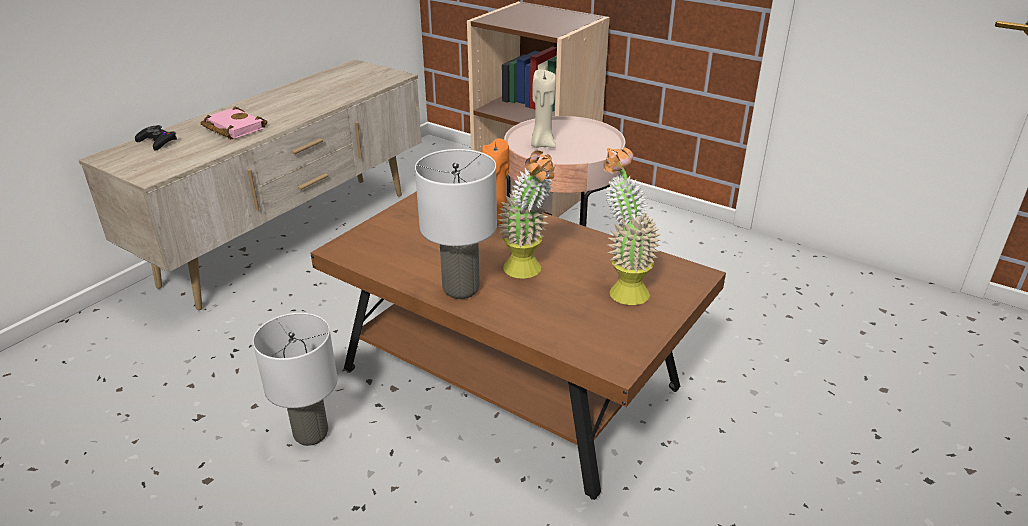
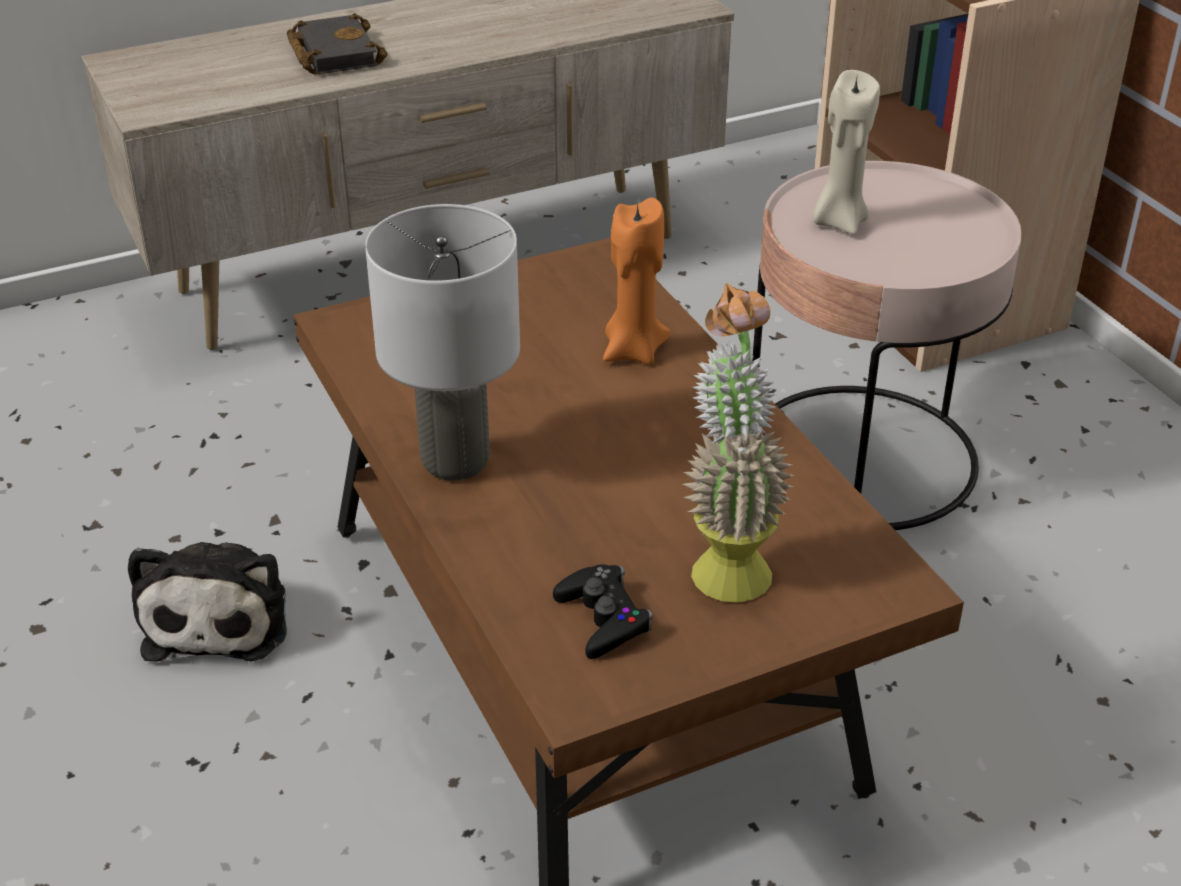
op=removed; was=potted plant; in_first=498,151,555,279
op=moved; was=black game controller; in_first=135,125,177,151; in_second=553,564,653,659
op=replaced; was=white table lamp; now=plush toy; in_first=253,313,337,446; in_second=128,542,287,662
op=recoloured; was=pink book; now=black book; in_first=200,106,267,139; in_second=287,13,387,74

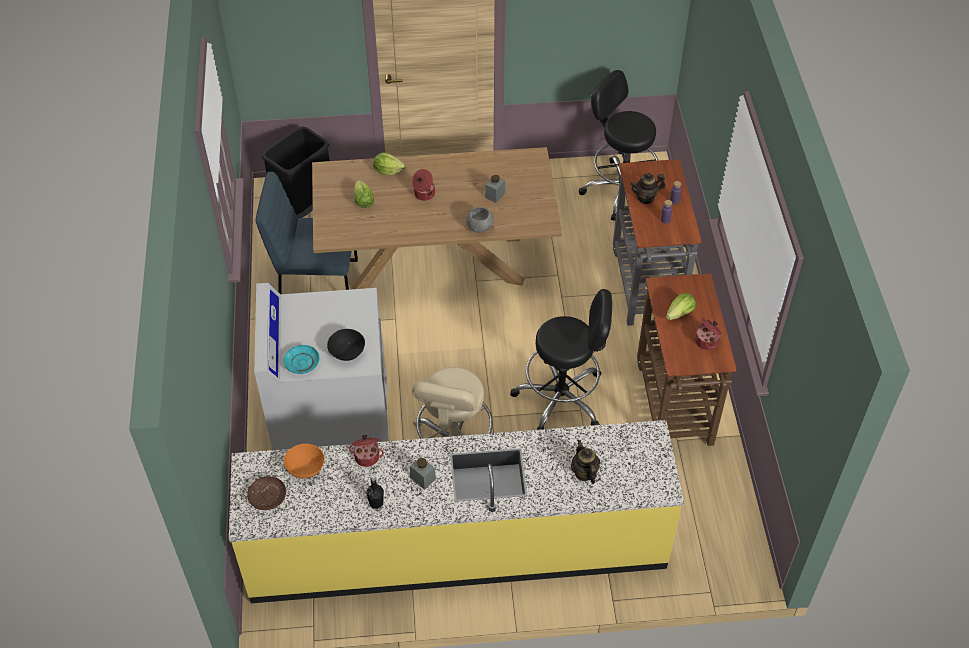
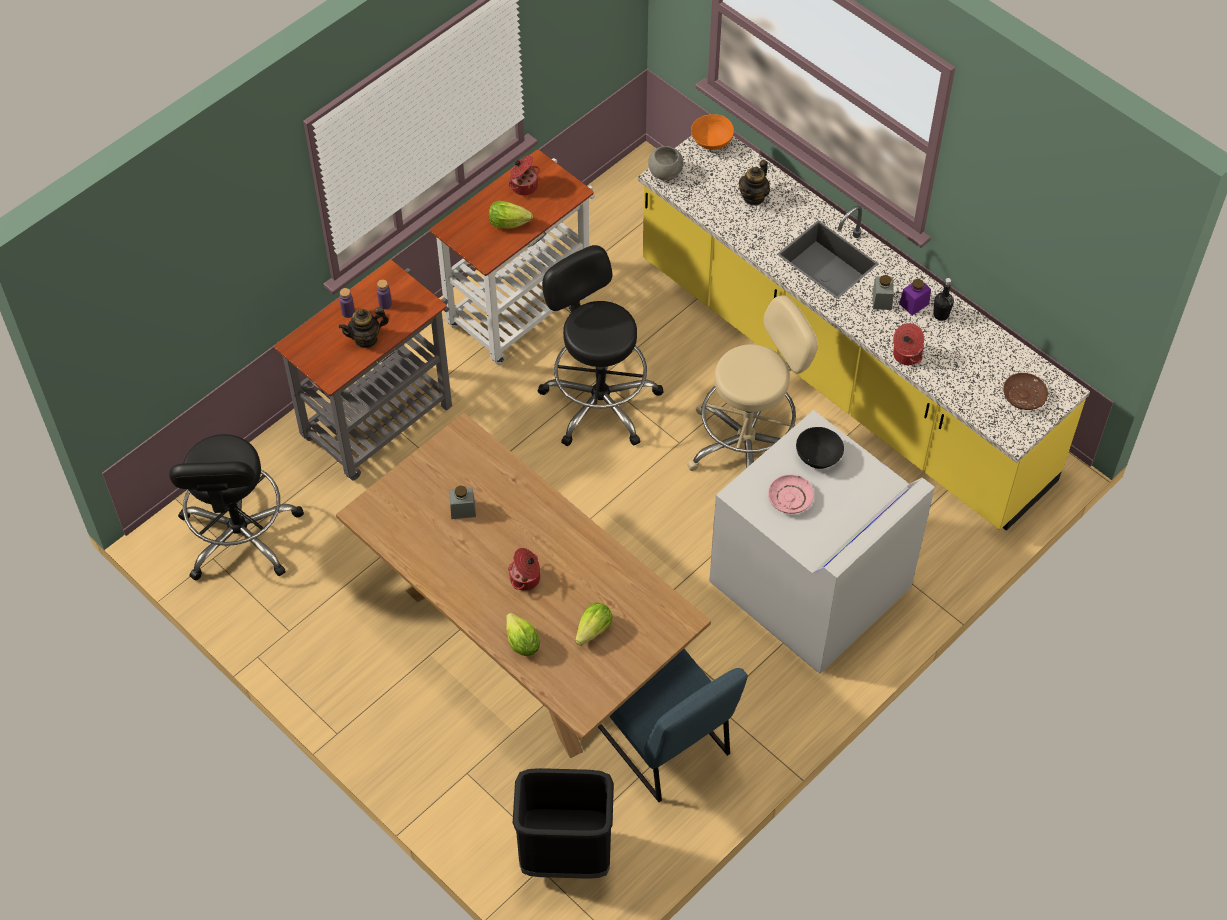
op=removed; was=turquoise plate; in_first=284,345,319,374
op=added; now=pink plate; in_second=768,475,814,514
op=added; now=purple jar; in_second=899,278,931,315
op=moved; was=orange bowl; in_first=284,444,325,478; in_second=691,114,734,150
op=moved; was=grey bowl; in_first=466,207,494,233; in_second=648,146,683,181
op=recoloured; was=brown cart; now=white cart; in_first=637,273,737,446; in_second=430,150,595,365
op=turned; was=teapot; in_first=630,173,665,204; in_second=339,307,389,348; clockwise=120

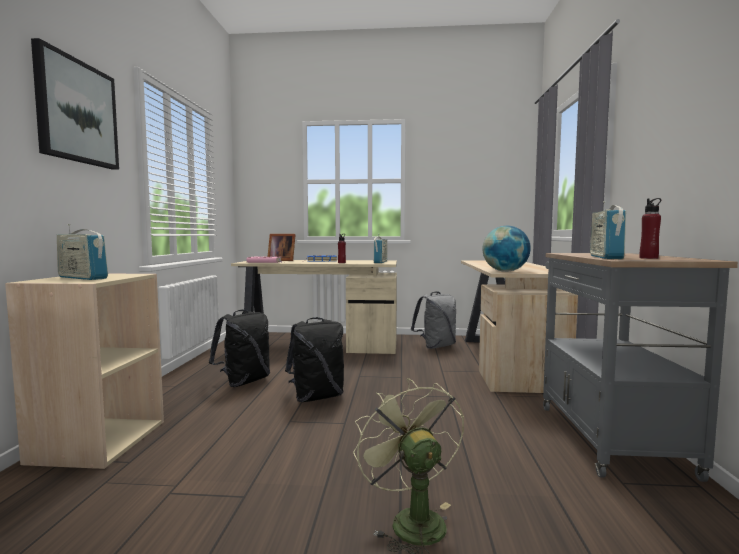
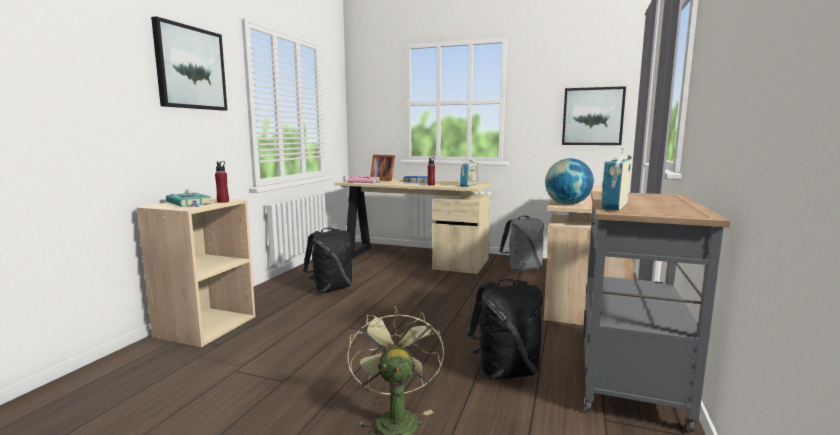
op=added; now=picture; in_second=562,86,626,145
op=moved; was=black backpack; in_first=285,317,344,402; in_second=468,279,543,379
op=moved; was=red bottle; in_first=639,198,661,259; in_second=215,161,229,203
op=replaced; was=radio; now=turquoise book; in_first=57,224,108,280; in_second=166,193,212,207

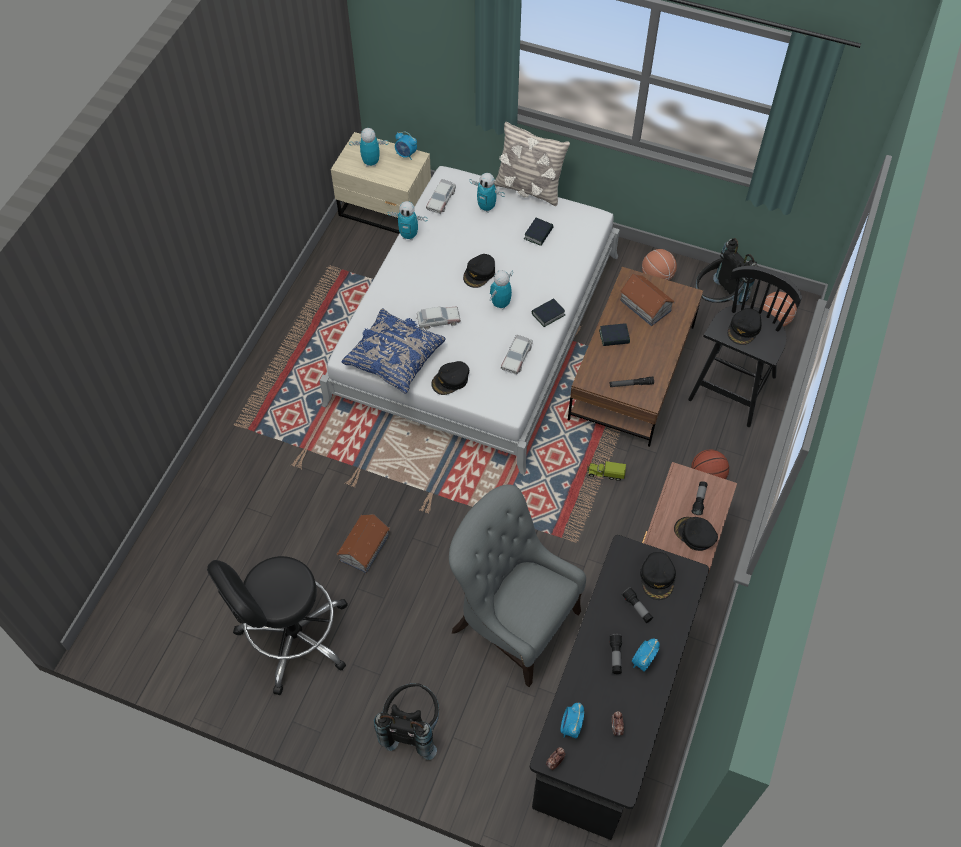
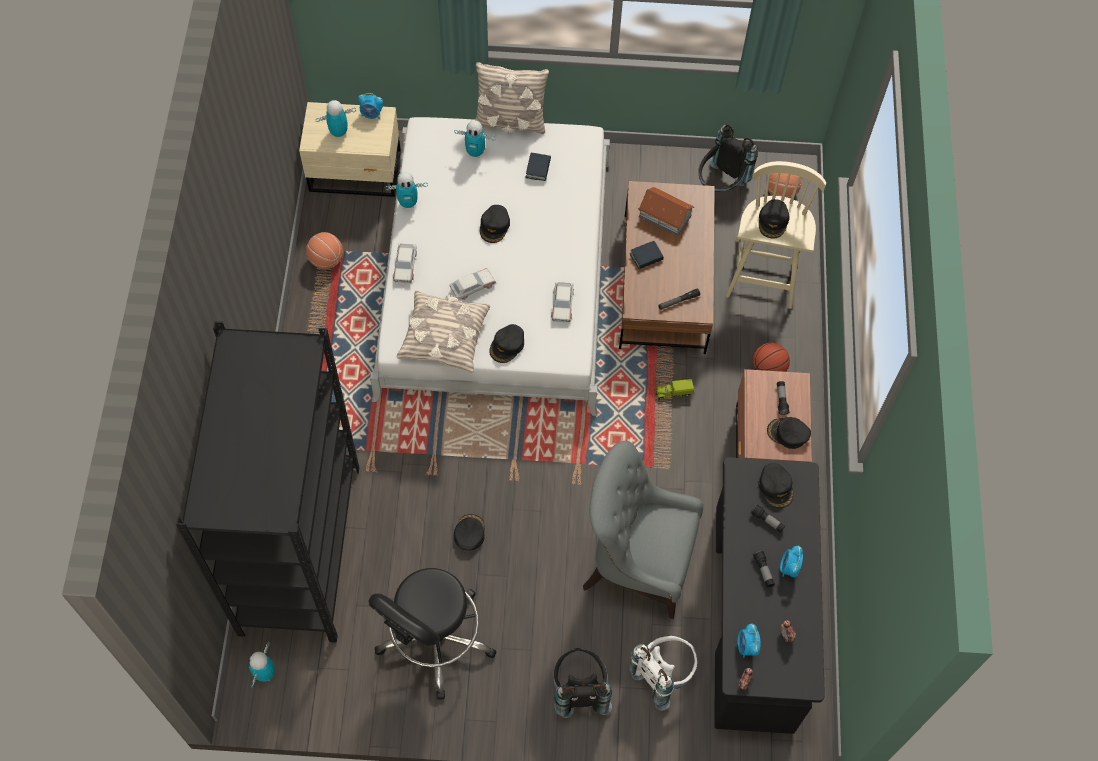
op=removed; was=book; in_first=532,298,565,327
op=added; now=black bookcase; in_second=176,321,359,643
op=added; now=white backpack; in_second=629,636,698,711
op=moved; was=toy car; in_first=426,179,456,214; in_second=393,243,417,283
op=moved; was=toy robot; in_first=489,270,513,310; in_second=249,642,275,687
op=moved; was=basketball; in_first=642,249,677,280; in_second=306,232,343,270
op=replaced; was=toy house; now=black cap; in_first=337,514,390,573; in_second=454,514,485,551
op=recoloured; was=blue pillow; now=beige pillow; in_first=342,308,446,394; in_second=397,290,490,373
op=recoloured; was=black stool; now=beige stool; in_first=688,266,802,427; in_second=726,161,826,309

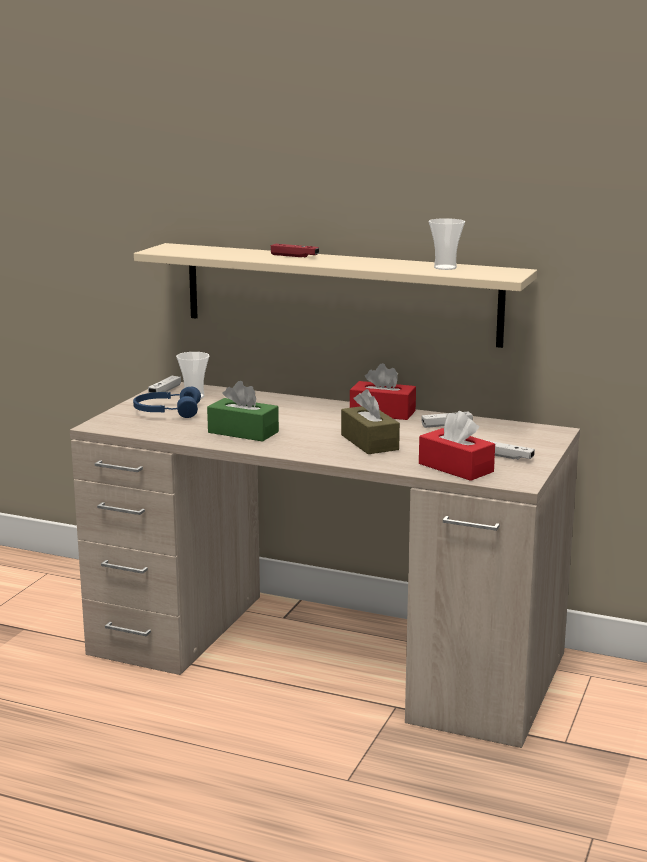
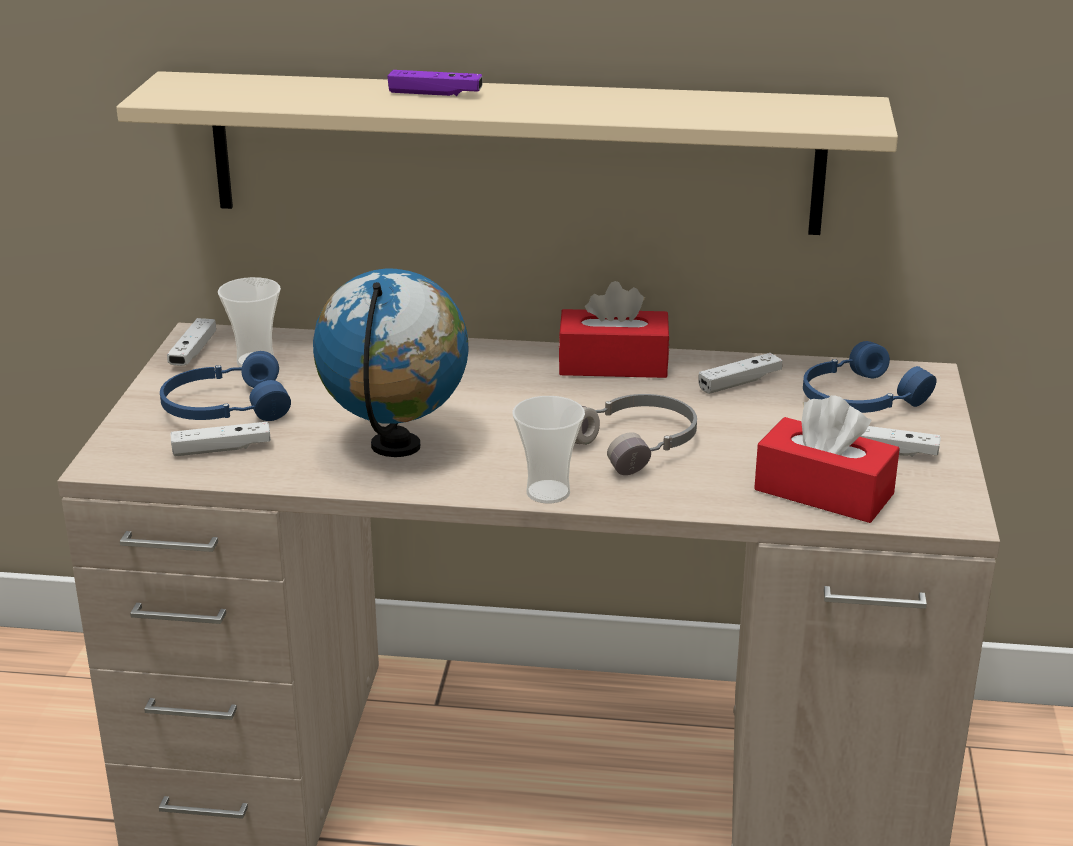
op=added; now=white game controller; in_second=170,422,271,456
op=added; now=blue headphones; in_second=803,341,937,413
op=moved; was=cup; in_first=429,218,465,270; in_second=512,396,585,504
op=replaced; was=green tissue box; now=globe; in_first=207,381,279,442; in_second=313,269,469,457
op=replaced; was=brown tissue box; now=grey headphones; in_first=341,389,400,454; in_second=575,394,697,475
op=recoloured; was=red game controller; now=purple game controller; in_first=271,244,319,258; in_second=387,70,483,96

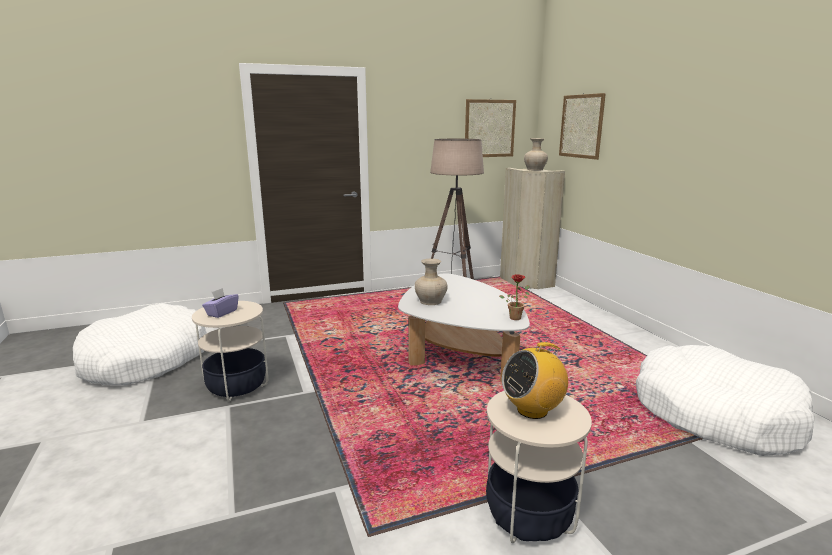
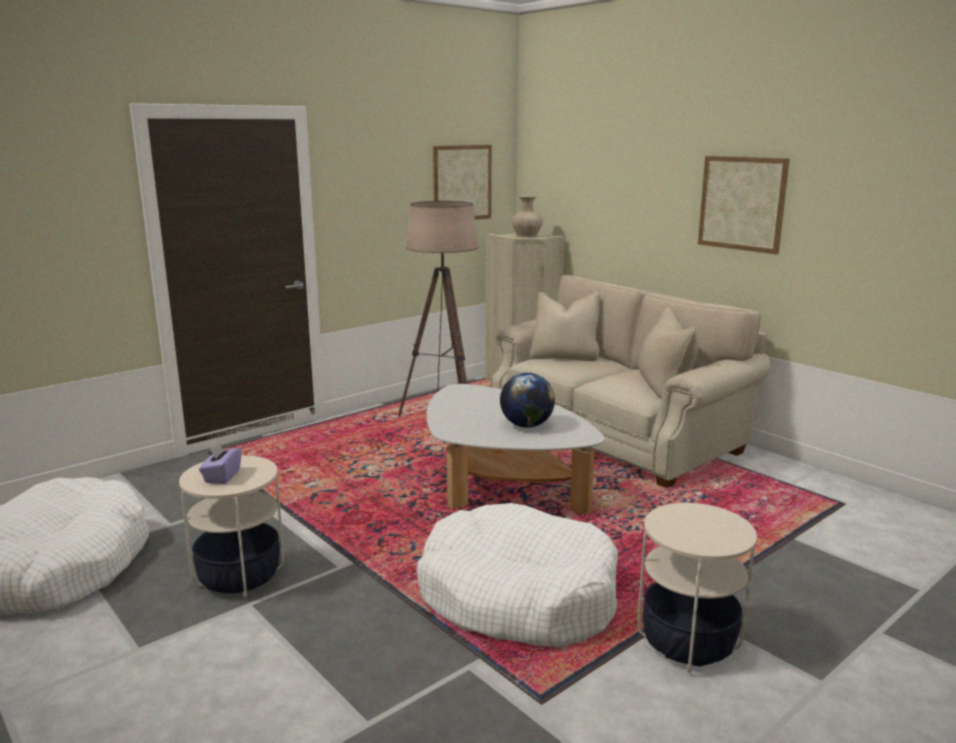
op=removed; was=beige vase; in_first=415,259,447,305
op=removed; was=potted plant; in_first=499,274,530,320
op=removed; was=radio; in_first=502,342,568,419
op=added; now=beige sofa; in_second=491,275,771,488
op=added; now=globe; in_second=500,373,555,428
op=moved; was=picture; in_first=559,93,606,160; in_second=698,156,790,254
op=moved; was=white dog bed; in_first=636,345,815,456; in_second=416,503,618,647

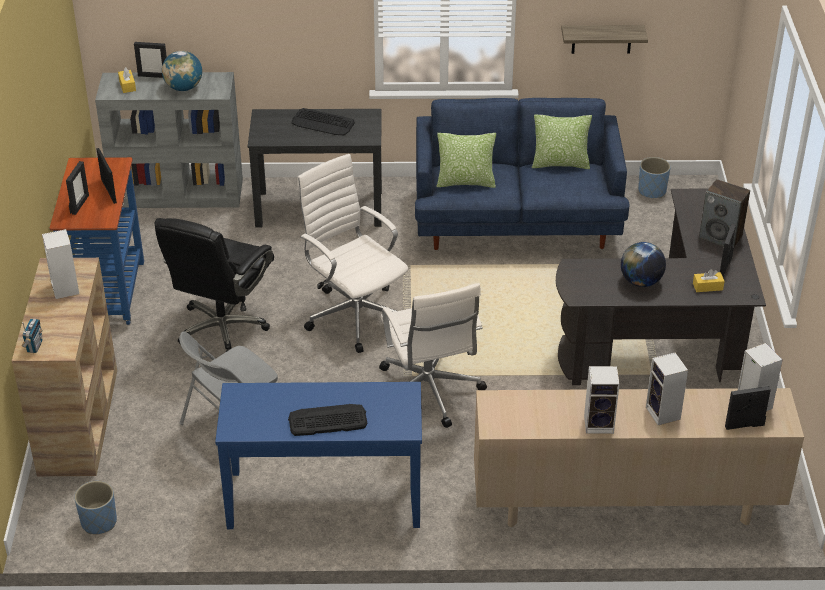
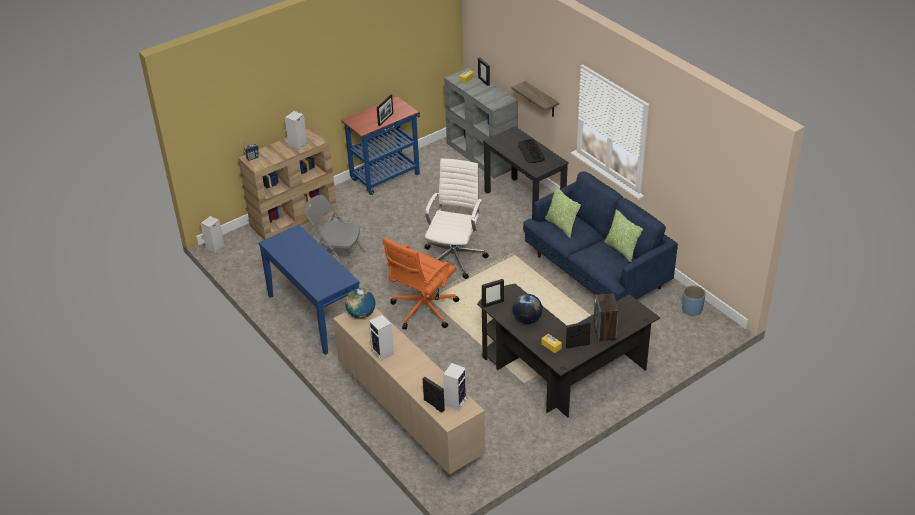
op=removed; was=blue planter; in_first=74,481,117,534
op=removed; was=black office chair; in_first=155,218,274,352
op=removed; was=keyboard; in_first=288,404,367,436
op=moved; was=picture frame; in_first=66,161,89,215; in_second=481,279,504,308
op=moved; was=globe; in_first=162,51,202,91; in_second=345,288,375,318
op=moved; was=shelf; in_first=561,25,648,54; in_second=511,81,559,117
op=moved; was=speaker; in_first=646,352,688,425; in_second=200,216,225,254
op=recoloured; was=white office chair; now=orange office chair; in_first=379,283,487,428; in_second=383,237,460,330

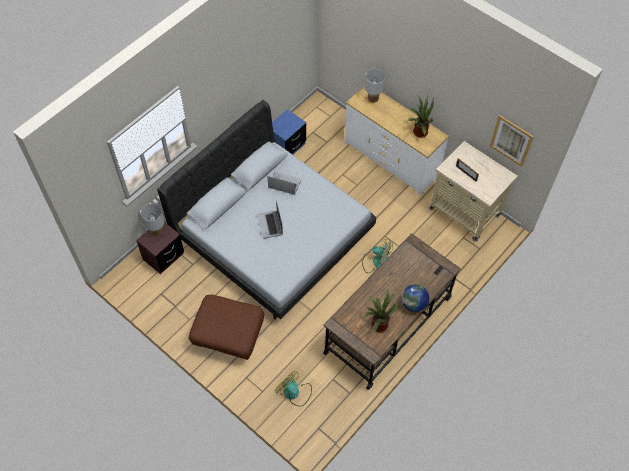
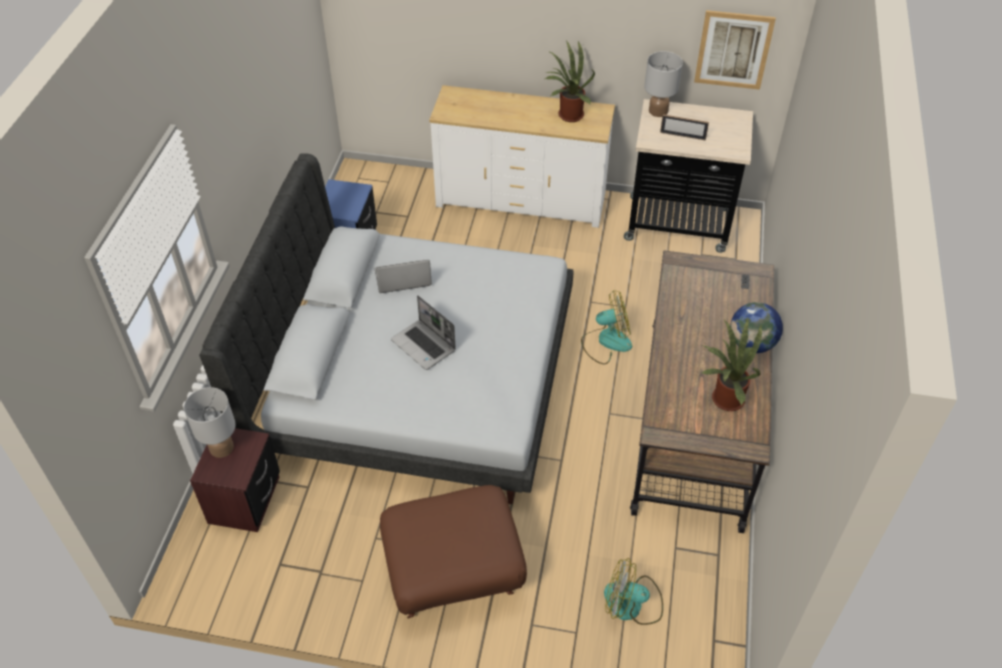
op=moved; was=grey table lamp; in_first=365,69,385,103; in_second=644,51,683,117
op=recoloured; was=beige cart; now=black cart; in_first=428,141,518,242; in_second=624,99,753,253

